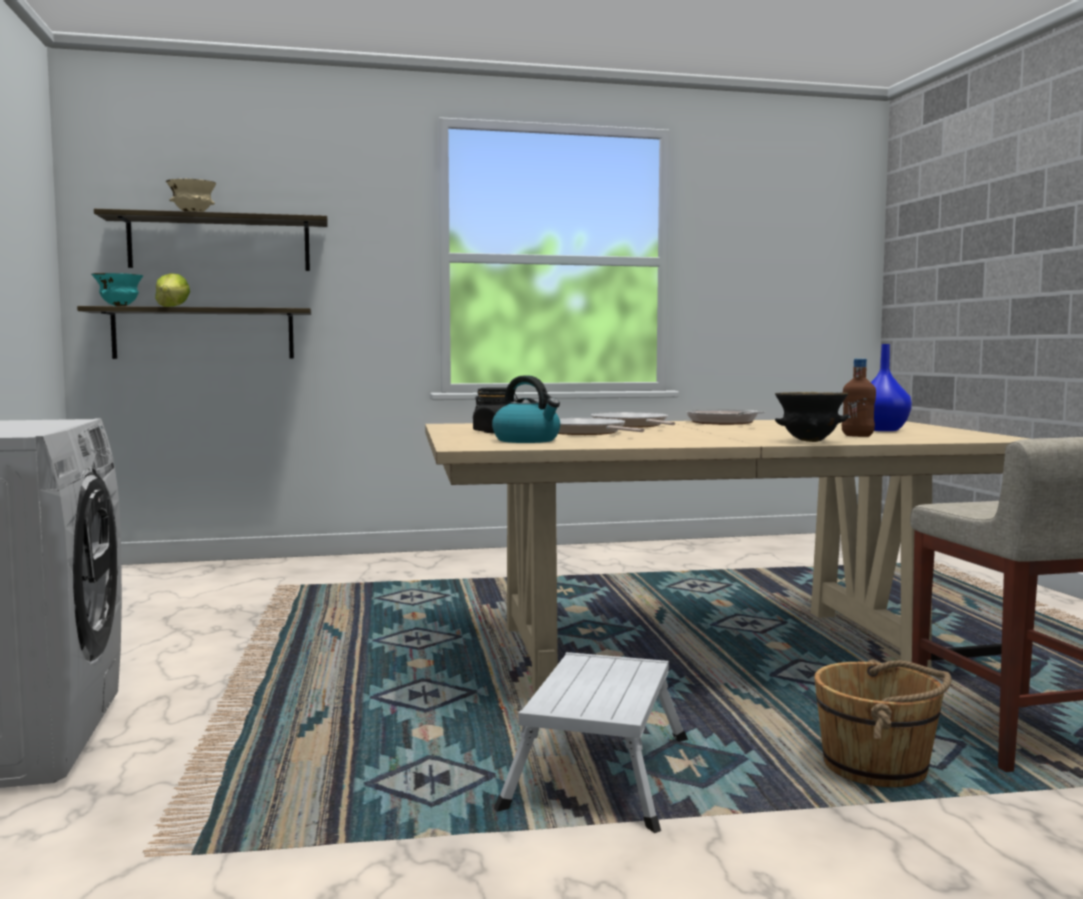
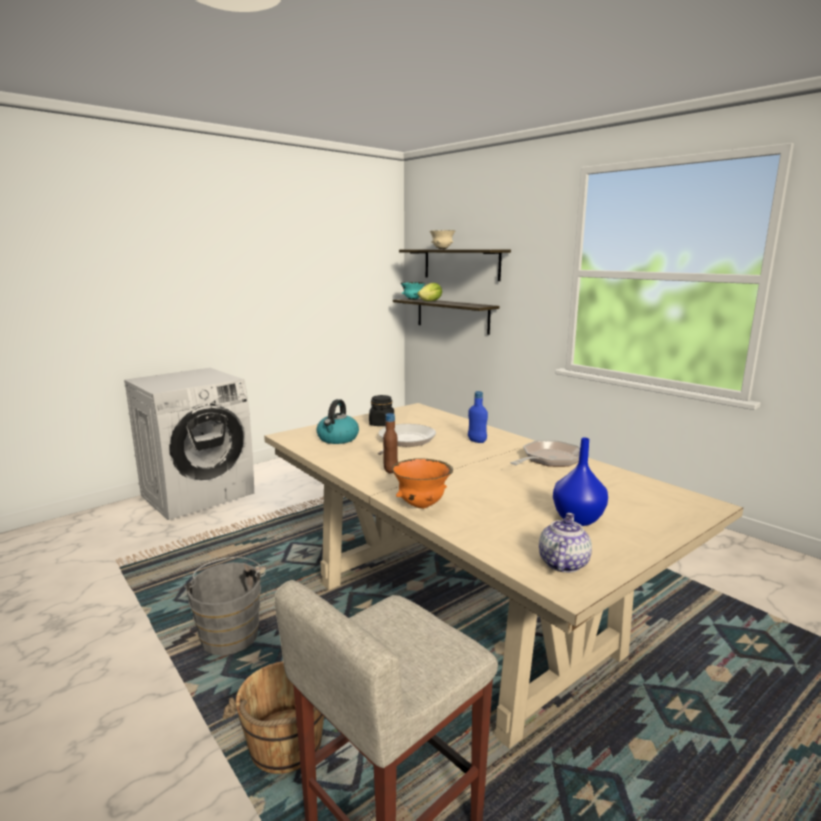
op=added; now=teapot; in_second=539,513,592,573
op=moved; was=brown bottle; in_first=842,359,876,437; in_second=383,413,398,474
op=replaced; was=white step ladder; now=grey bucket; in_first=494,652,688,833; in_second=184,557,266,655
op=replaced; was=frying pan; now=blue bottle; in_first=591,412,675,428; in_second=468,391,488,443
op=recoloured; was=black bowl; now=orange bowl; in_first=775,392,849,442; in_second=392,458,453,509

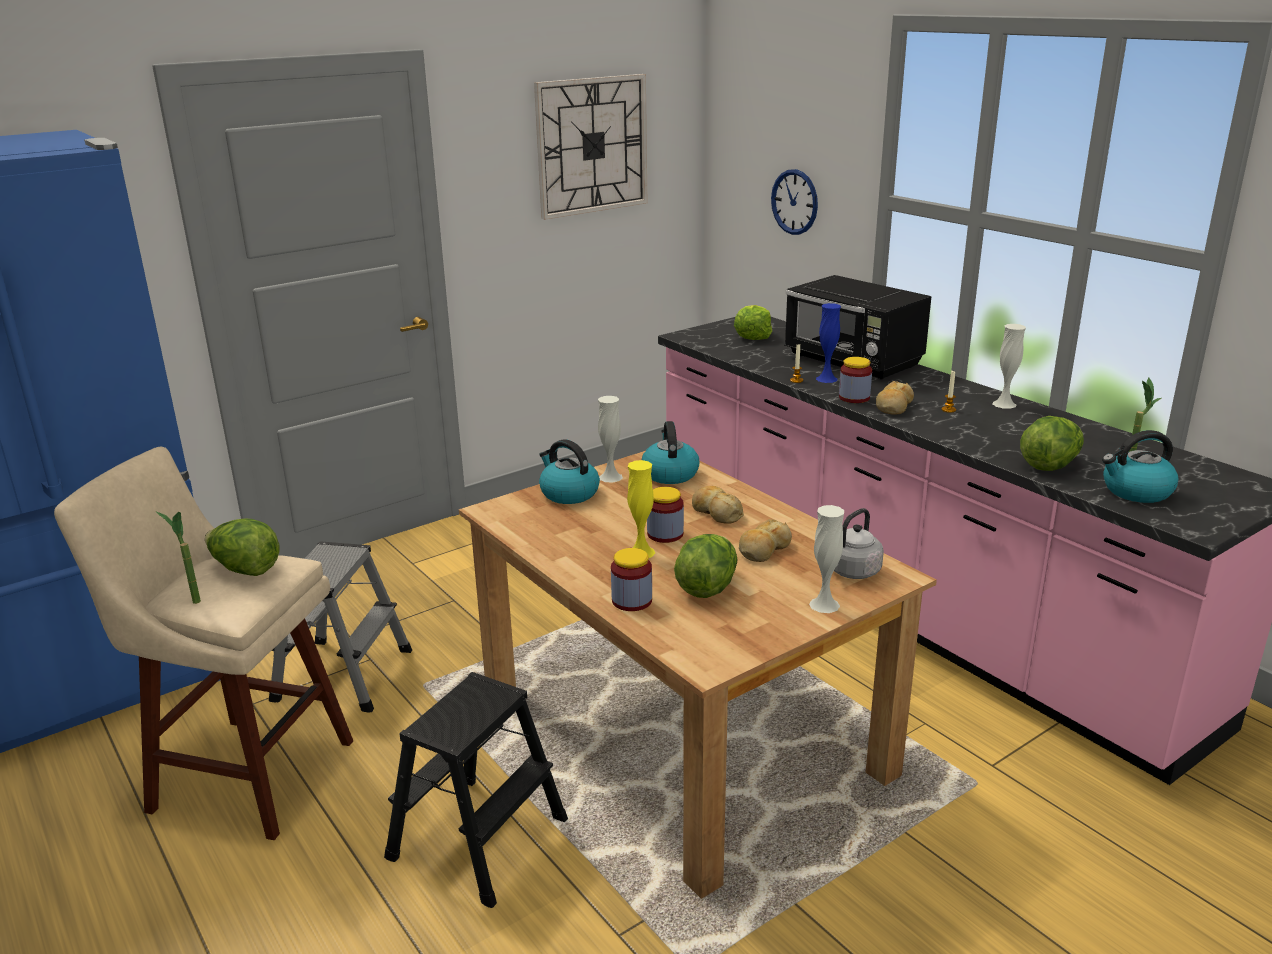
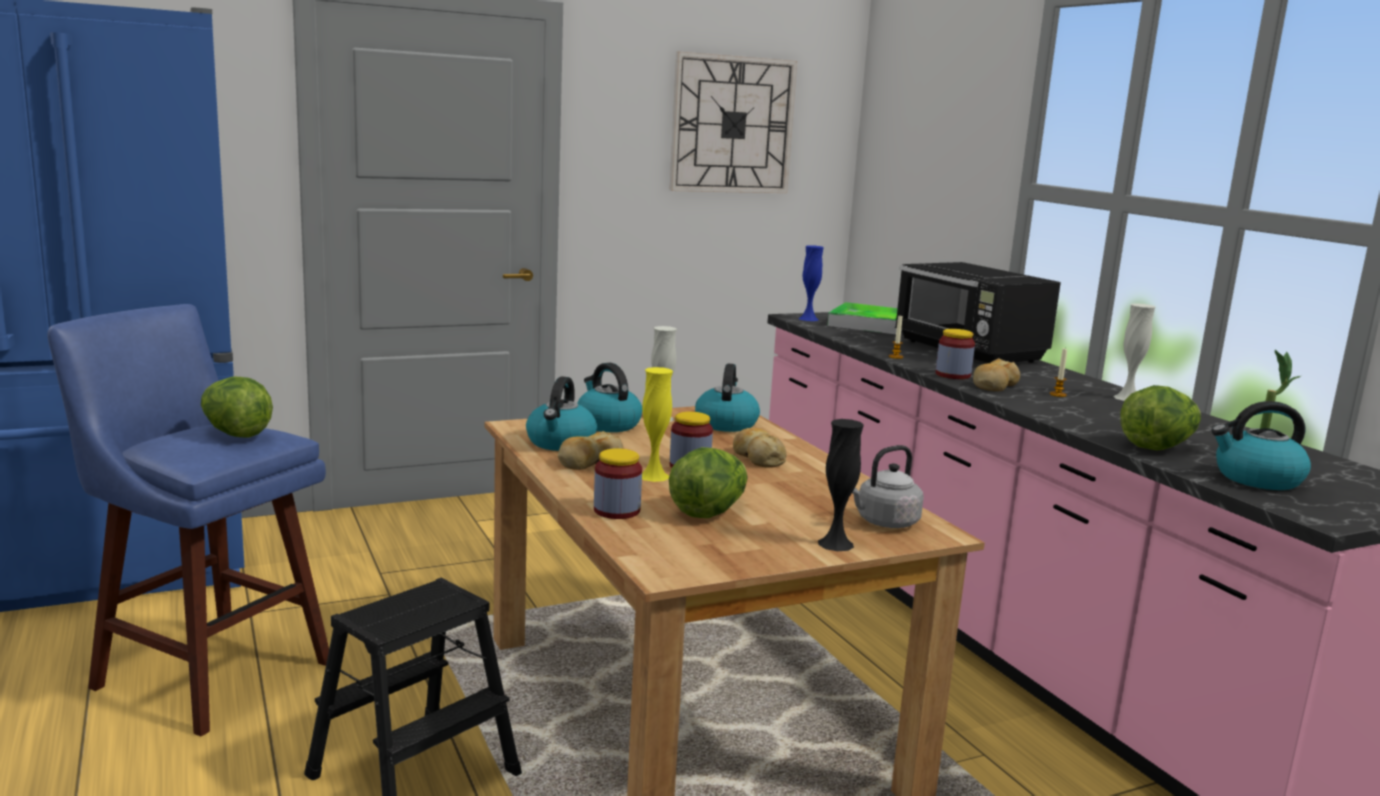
op=removed; was=potted plant; in_first=155,511,201,604
op=removed; was=grey step ladder; in_first=269,541,412,712
op=removed; was=wall clock; in_first=771,169,818,235
op=added; now=kettle; in_second=526,376,597,451
op=moved; was=bread; in_first=739,519,792,562; in_second=558,431,624,470
op=moved; was=blue vase; in_first=816,303,841,383; in_second=798,245,824,321
op=replaced; was=lettuce; now=tray; in_first=734,305,772,340; in_second=827,302,898,334
op=recoloured; was=beige stool; now=blue stool; in_first=54,447,353,840; in_second=47,304,329,737
op=recoloured; was=white vase; now=black vase; in_first=809,505,844,613; in_second=818,419,864,551

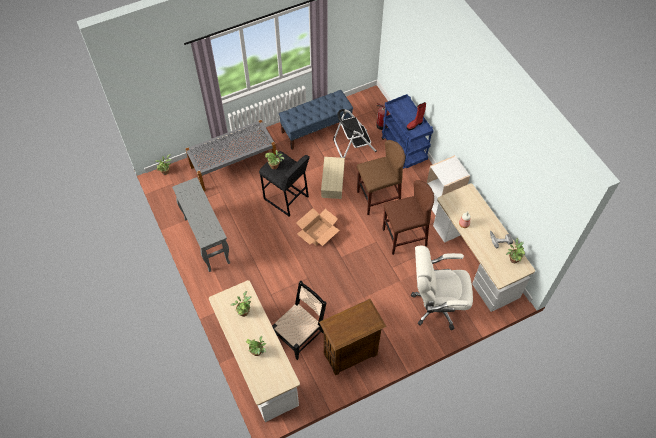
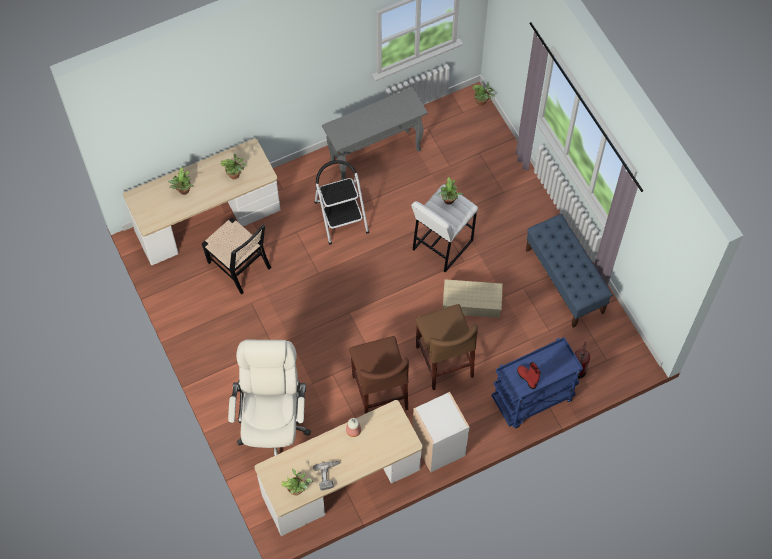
op=removed; was=grey bench; in_first=185,120,276,191
op=removed; was=cardboard box; in_first=296,208,340,246
op=removed; was=brown cabinet; in_first=319,299,387,376
op=moved; was=step ladder; in_first=333,109,377,158; in_second=314,160,369,245
op=recoloured; was=black stool; now=white stool; in_first=259,151,310,217; in_second=411,184,478,272

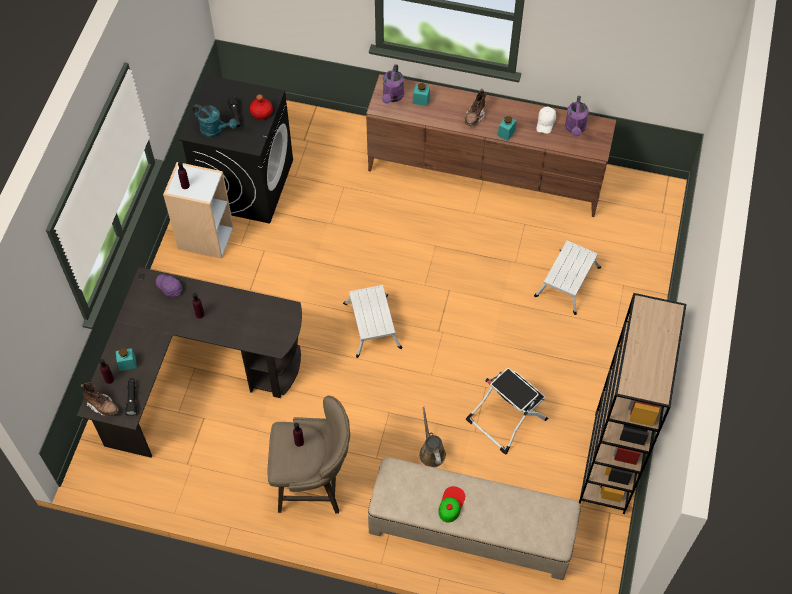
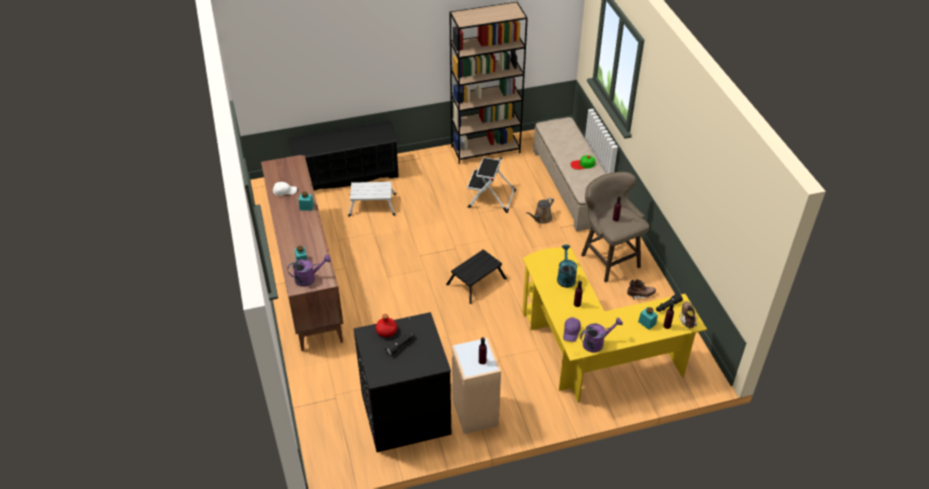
op=added; now=black shoe rack; in_second=288,121,399,190
op=moved; was=turquoise watering can; in_first=193,104,237,138; in_second=557,244,577,288
op=moved; was=brown boot; in_first=464,89,487,126; in_second=627,279,656,300
op=moved; was=purple watering can; in_first=565,96,589,136; in_second=580,318,623,352
op=recoloured; was=black desk; now=yellow desk; in_first=77,267,302,458; in_second=522,248,707,403
op=recoloured; was=white step ladder; now=black step ladder; in_first=343,285,403,358; in_second=446,249,507,304

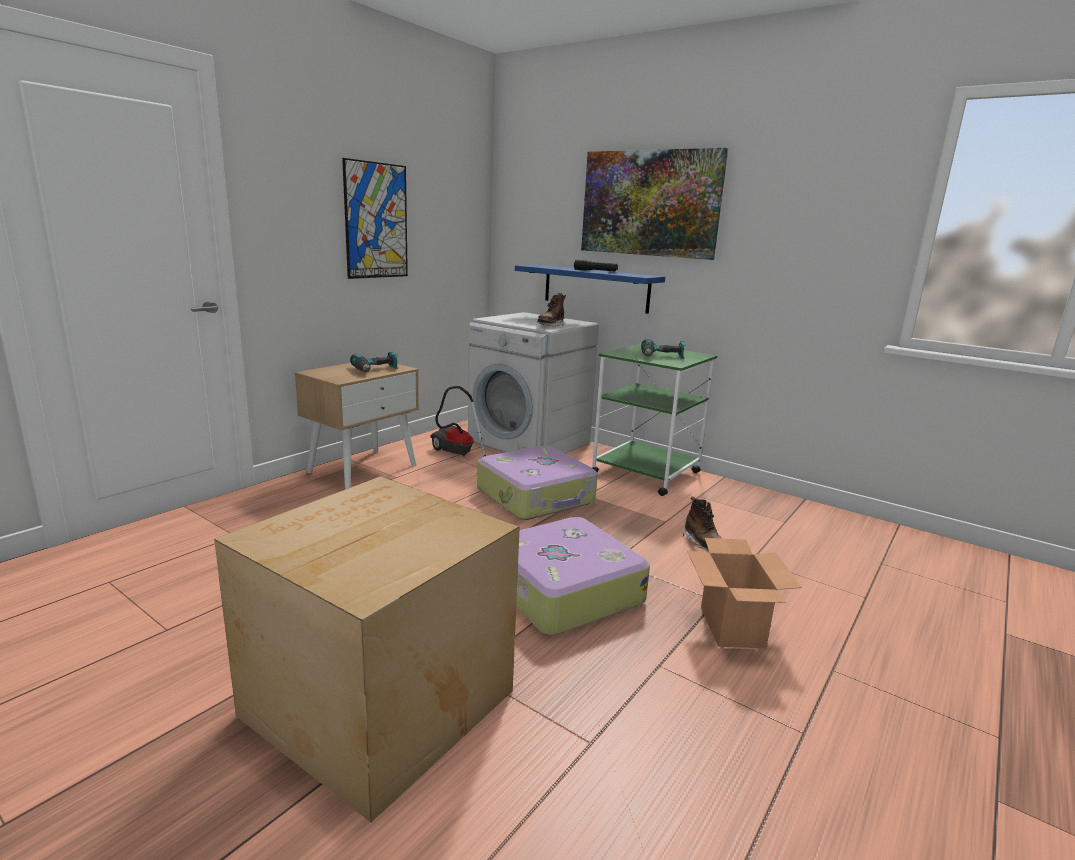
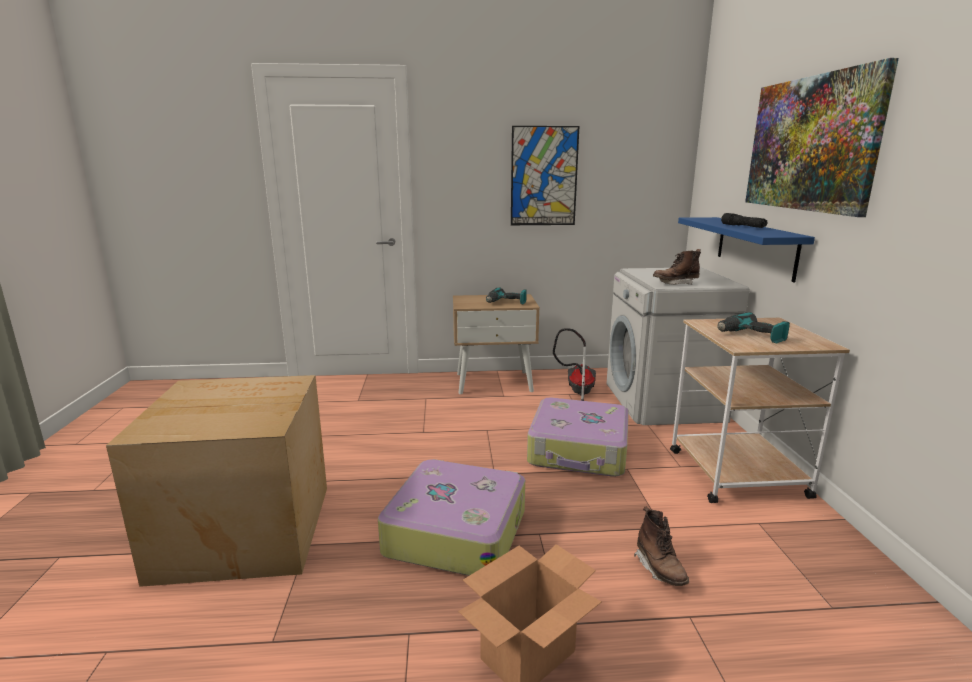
op=recoloured; was=green cart; now=beige cart; in_first=592,343,717,496; in_second=670,318,850,503
op=turned; was=brown boot; in_first=682,496,723,550; in_second=634,506,689,586; clockwise=-45

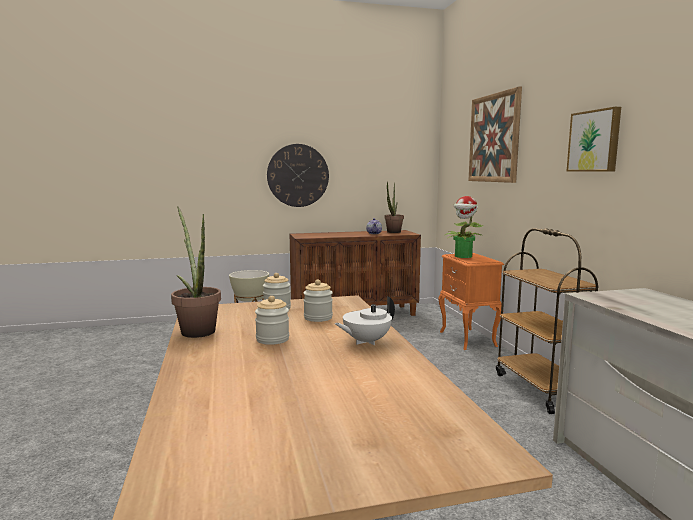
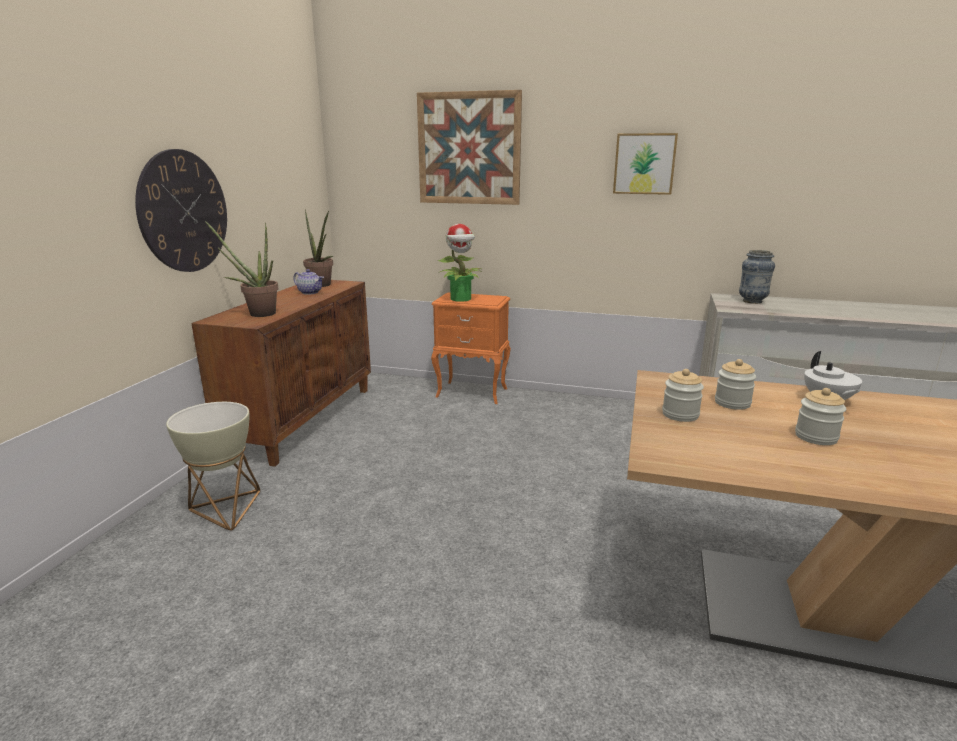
op=removed; was=brown cart; in_first=496,228,599,414
op=added; now=vase; in_second=739,250,775,304
op=moved; was=potted plant; in_first=171,206,221,338; in_second=205,221,279,317

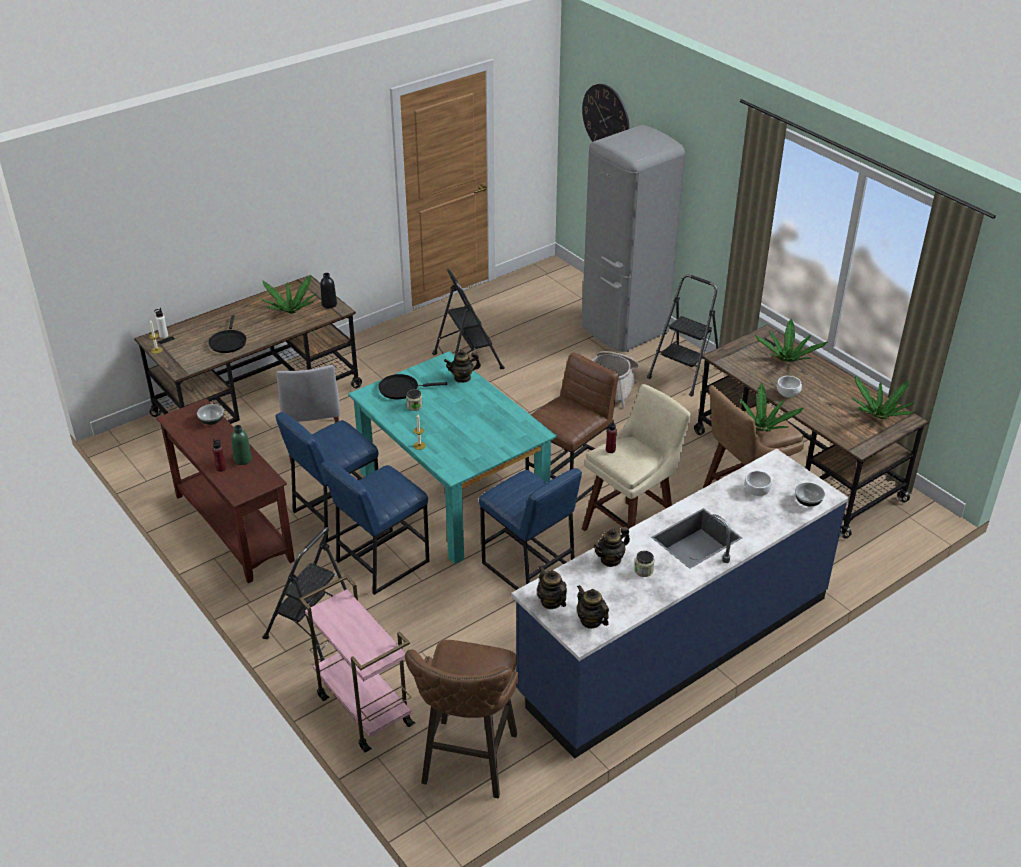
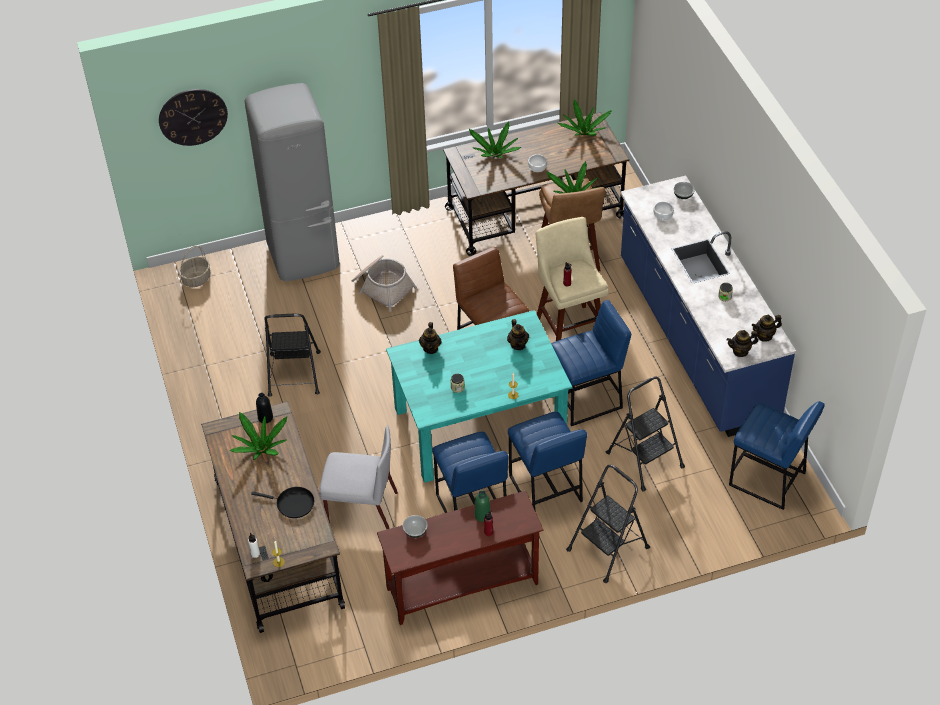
op=removed; was=pink cart; in_first=299,575,416,752
op=removed; was=black frying pan; in_first=378,374,447,399
op=added; now=basket; in_second=179,246,210,287
op=moved; was=teapot; in_first=594,527,630,567; in_second=507,319,529,350
op=moved; was=black step ladder; in_first=647,275,719,396; in_second=606,376,685,492
op=replaced; was=brown stool; now=blue chair; in_first=405,640,518,799; in_second=729,401,825,510

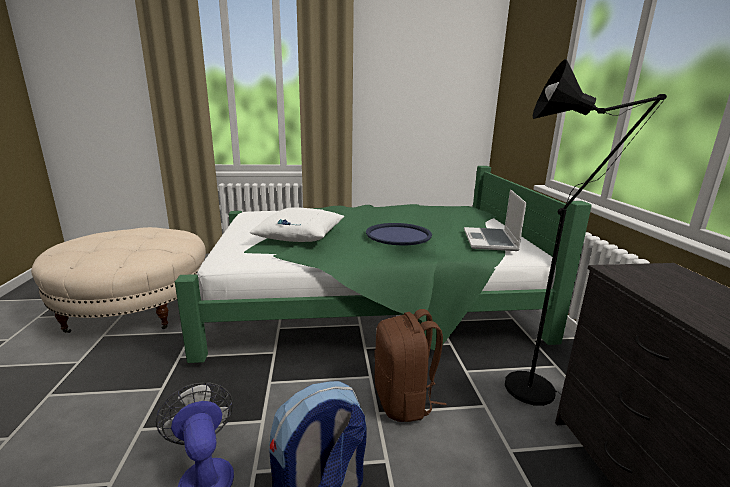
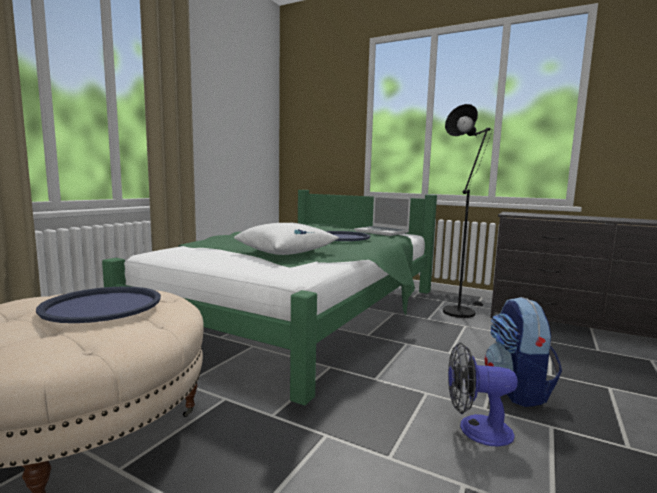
op=removed; was=brown backpack; in_first=374,309,447,422
op=added; now=blue tray; in_second=36,286,161,323

